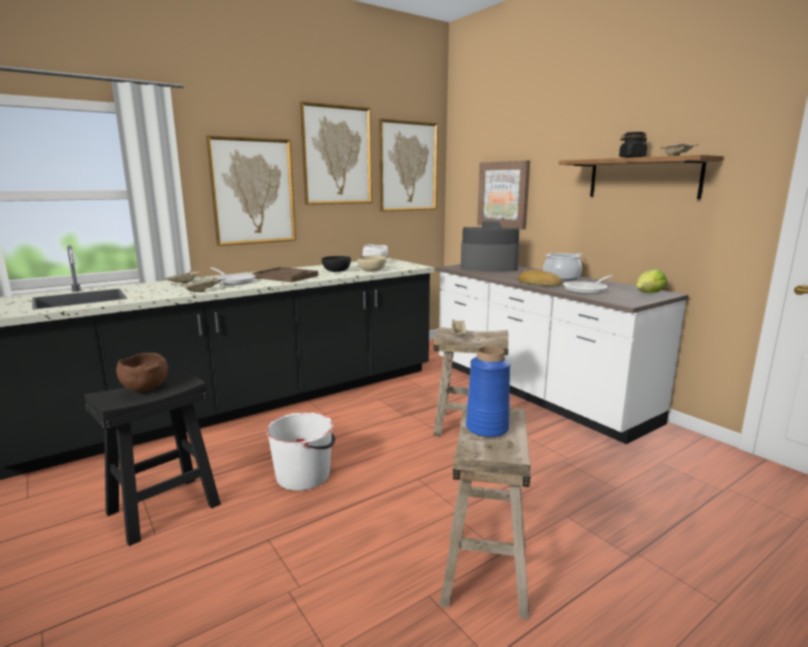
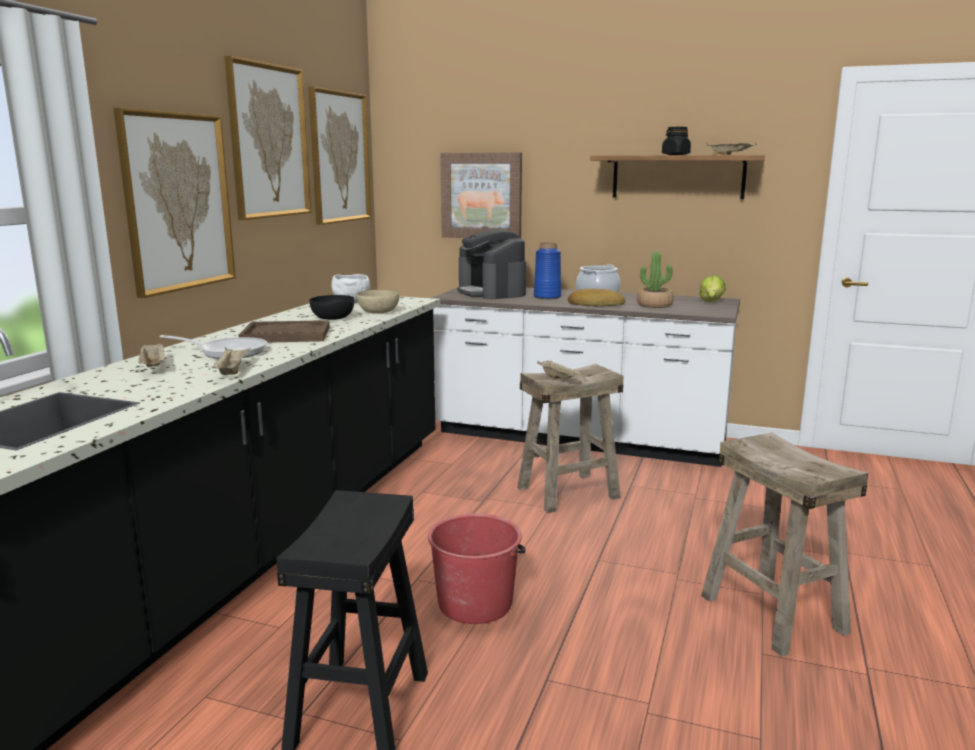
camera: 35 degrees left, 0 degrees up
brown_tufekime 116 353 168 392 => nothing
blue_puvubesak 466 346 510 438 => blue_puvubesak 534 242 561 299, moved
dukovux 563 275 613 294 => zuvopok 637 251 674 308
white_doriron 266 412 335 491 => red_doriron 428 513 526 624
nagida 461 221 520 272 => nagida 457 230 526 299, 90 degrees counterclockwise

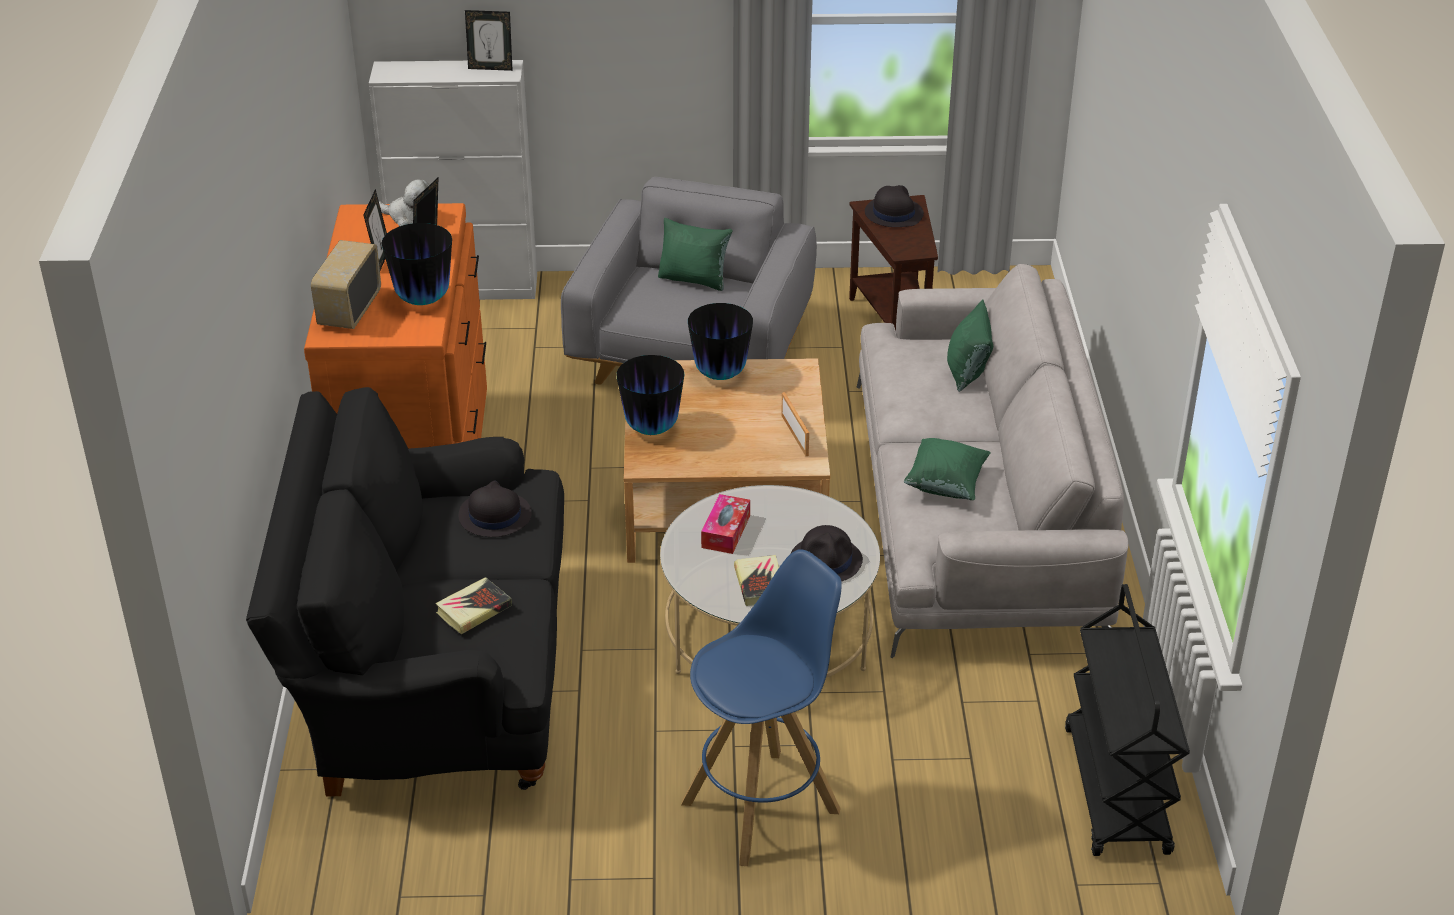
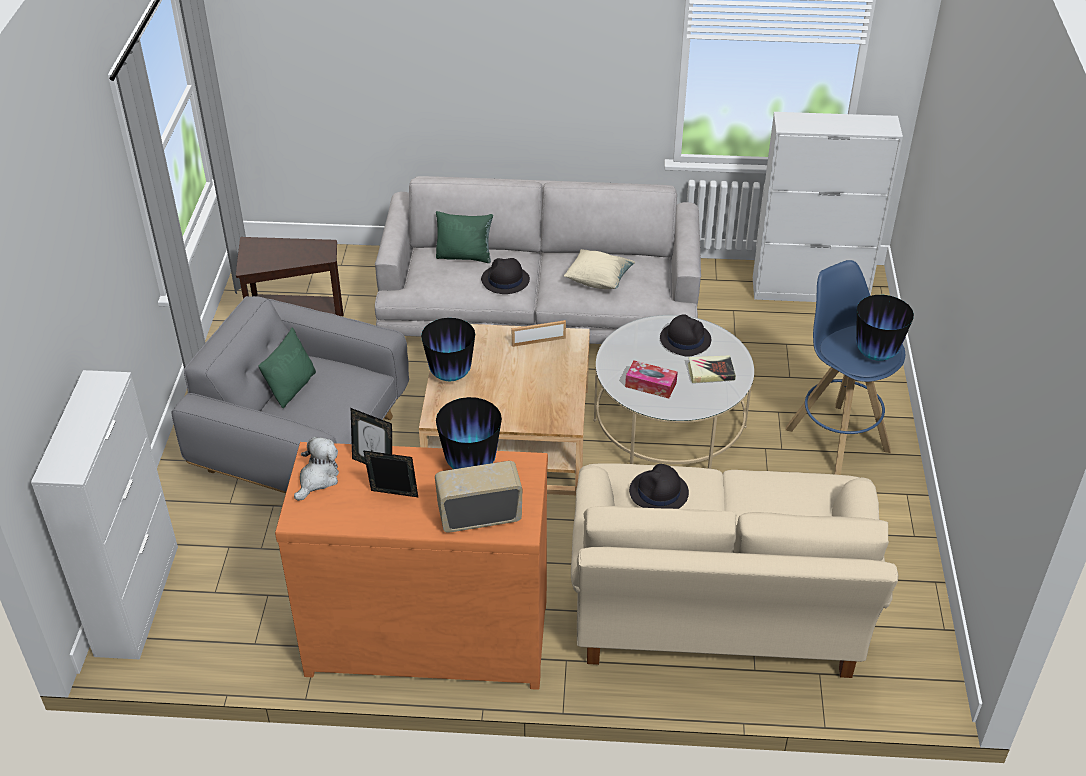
camera: 85 degrees left, 5 degrees up
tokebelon 435 577 512 634 => nothing
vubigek 465 10 513 71 => nothing
puvubesak 616 355 684 435 => puvubesak 856 295 914 361, moved
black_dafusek 865 185 924 227 => black_dafusek 481 258 530 294, moved
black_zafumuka 1065 584 1190 856 => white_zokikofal 753 112 903 302
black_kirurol 246 387 564 797 => beige_kirurol 571 463 899 678
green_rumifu 904 438 991 500 => beige_rumifu 564 249 635 289
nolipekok 311 240 381 329 => nolipekok 435 461 522 533, 150 degrees clockwise

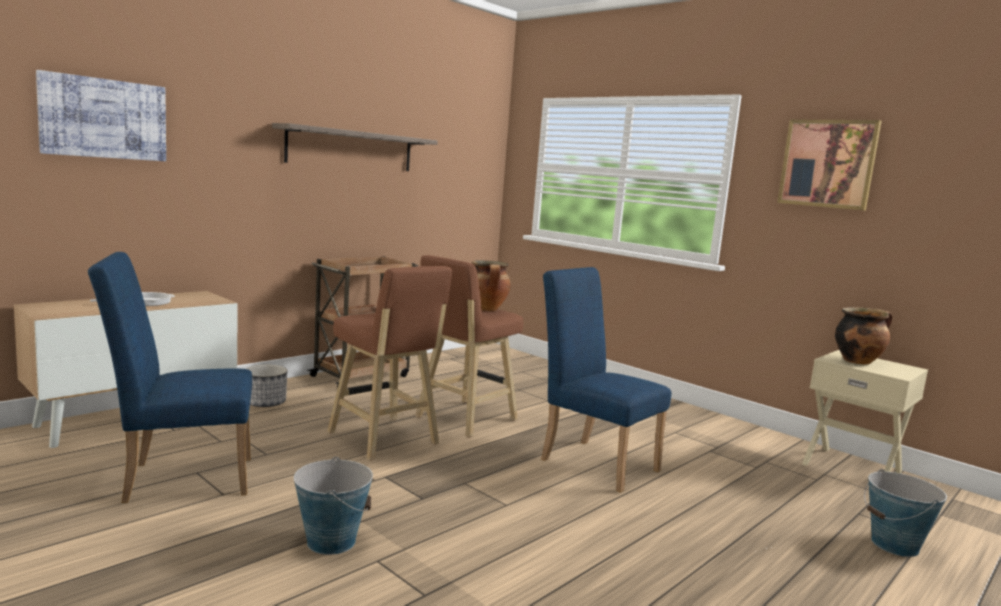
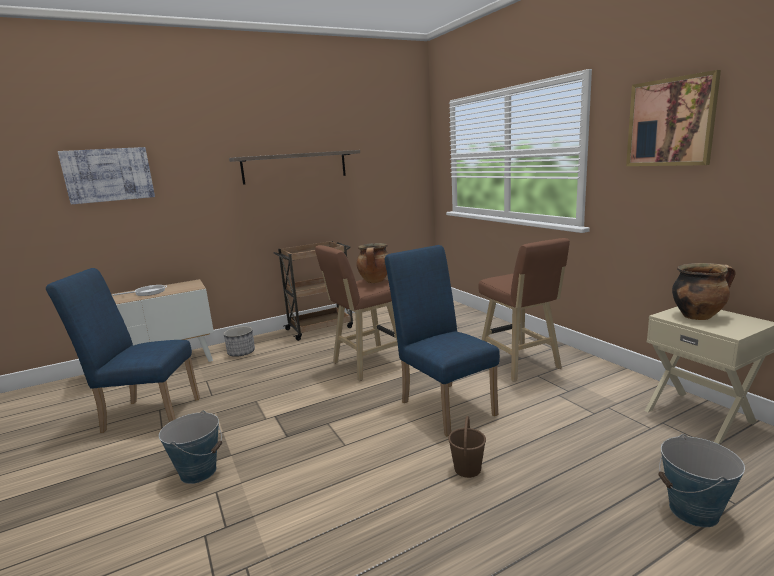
camera: 20 degrees right, 5 degrees up
nothing => brown_doriron 448 416 486 478
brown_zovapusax 327 266 452 461 => brown_zovapusax 478 238 570 382, moved

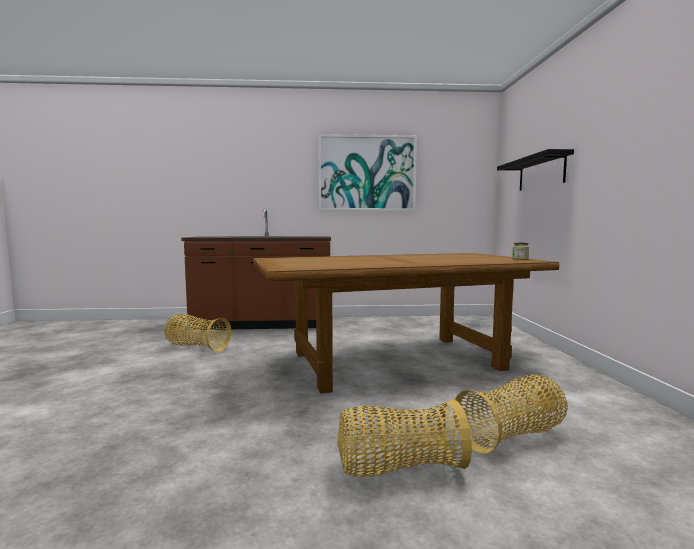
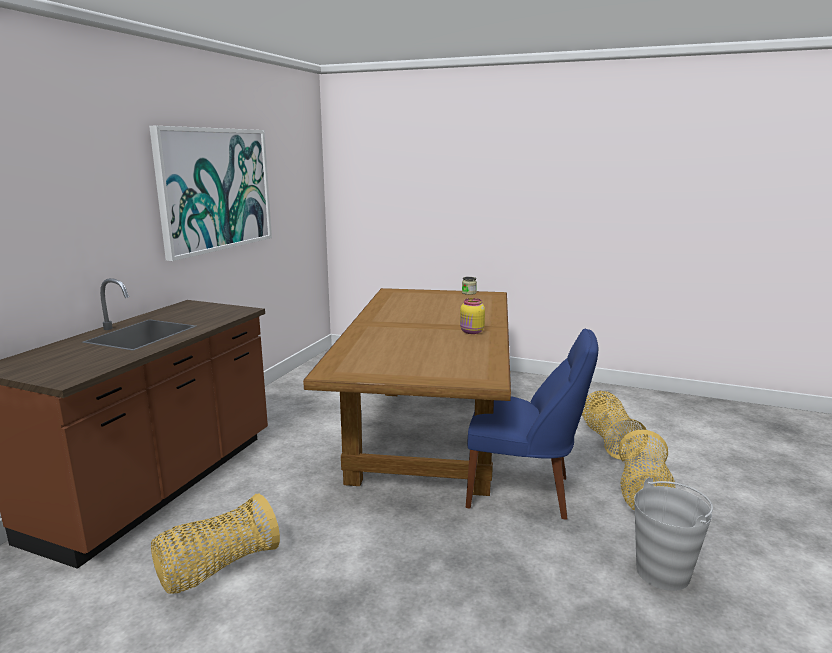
camera: 65 degrees left, 10 degrees up
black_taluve 497 149 574 191 => nothing
nothing => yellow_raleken 460 298 485 334
nothing => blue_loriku 466 329 598 520
nothing => grey_doriron 634 478 713 591

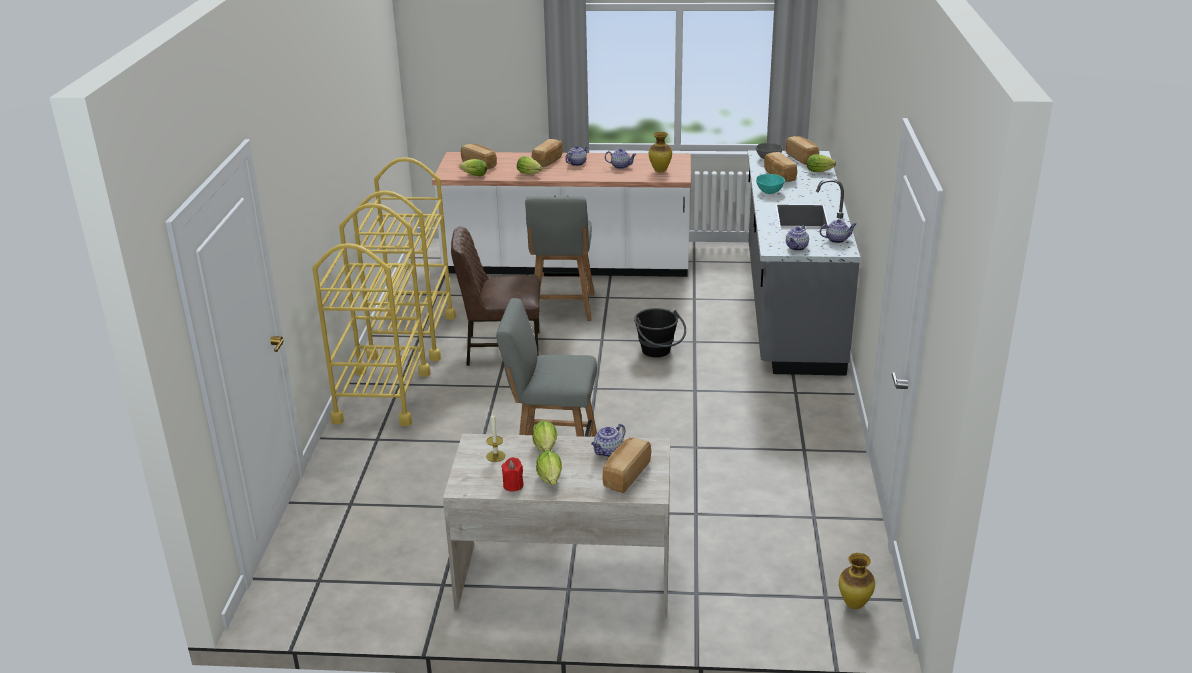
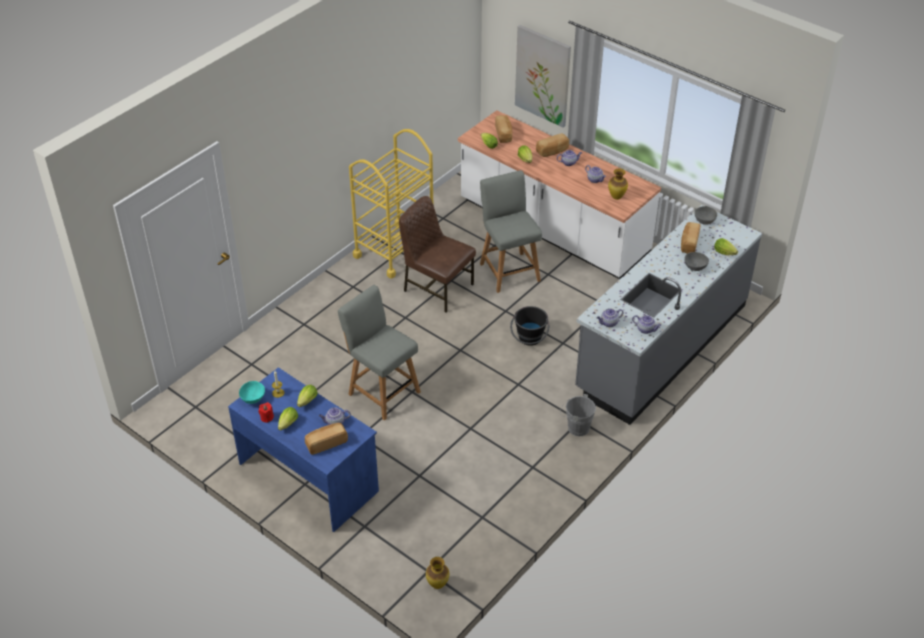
camera: 35 degrees right, 15 degrees up
yellow_zafumuka 312 203 431 426 => nothing
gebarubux 786 136 819 165 => nothing
nothing => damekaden 515 25 571 128
nothing => grey_doriron 560 394 596 436
nothing => grey_tufekime 684 252 709 271
turquoise_tufekime 756 174 785 194 => turquoise_tufekime 239 381 265 404, moved
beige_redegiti 443 434 670 619 => blue_redegiti 228 367 379 532
grey_loriku 525 196 594 321 => grey_loriku 480 170 542 293, 120 degrees clockwise

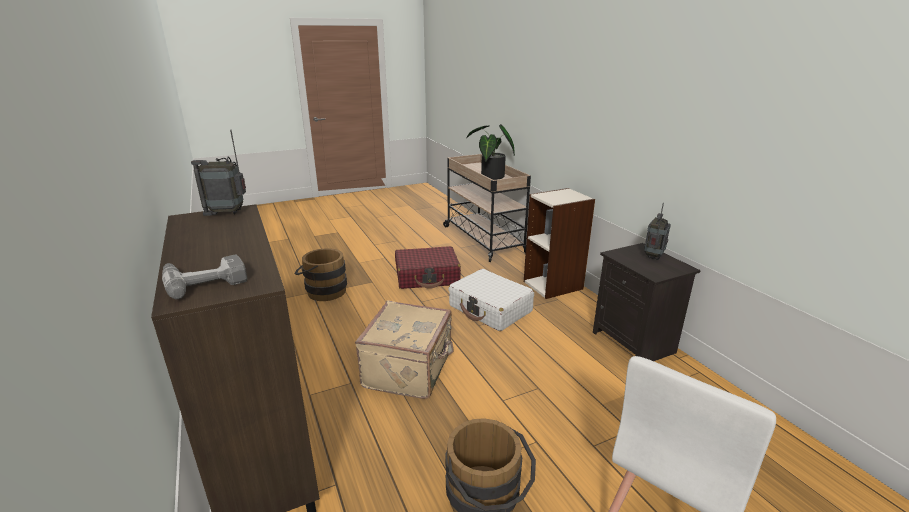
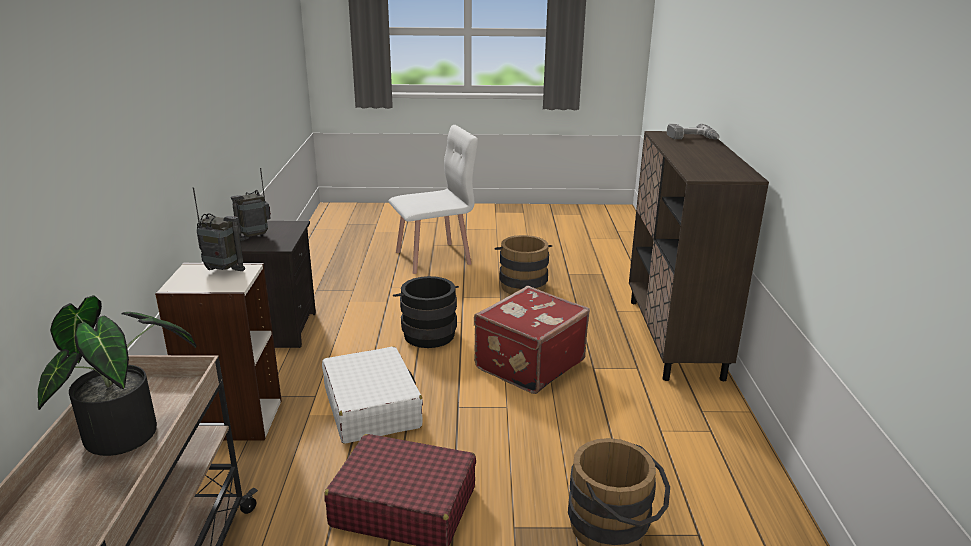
camera: 155 degrees left, 0 degrees up
nothing => black_doriron 393 276 459 348
nolipekok 191 130 246 216 => nolipekok 193 187 245 271, moved
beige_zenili 355 301 454 399 => red_zenili 474 286 590 394

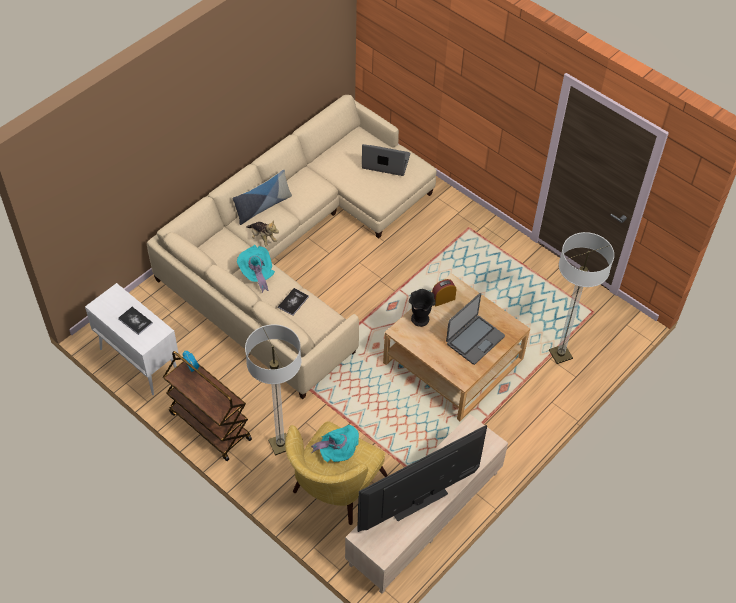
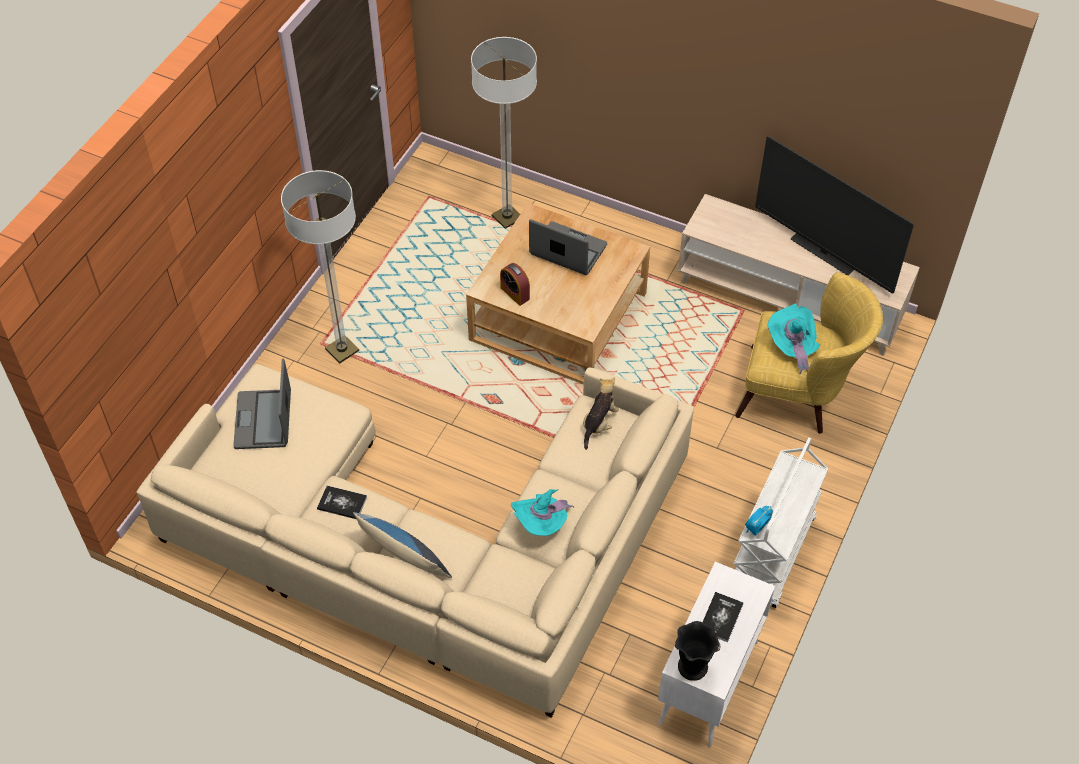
camera: 105 degrees left, 0 degrees up
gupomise 245 324 301 456 => gupomise 281 170 359 363, moved
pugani 246 221 279 247 => pugani 583 377 619 450, moved
tokebelon 278 288 309 316 => tokebelon 317 486 367 519, moved
black_puvubesak 409 289 436 327 => black_puvubesak 675 621 720 681, moved
brown_zafumuka 163 351 252 461 => white_zafumuka 734 437 828 608

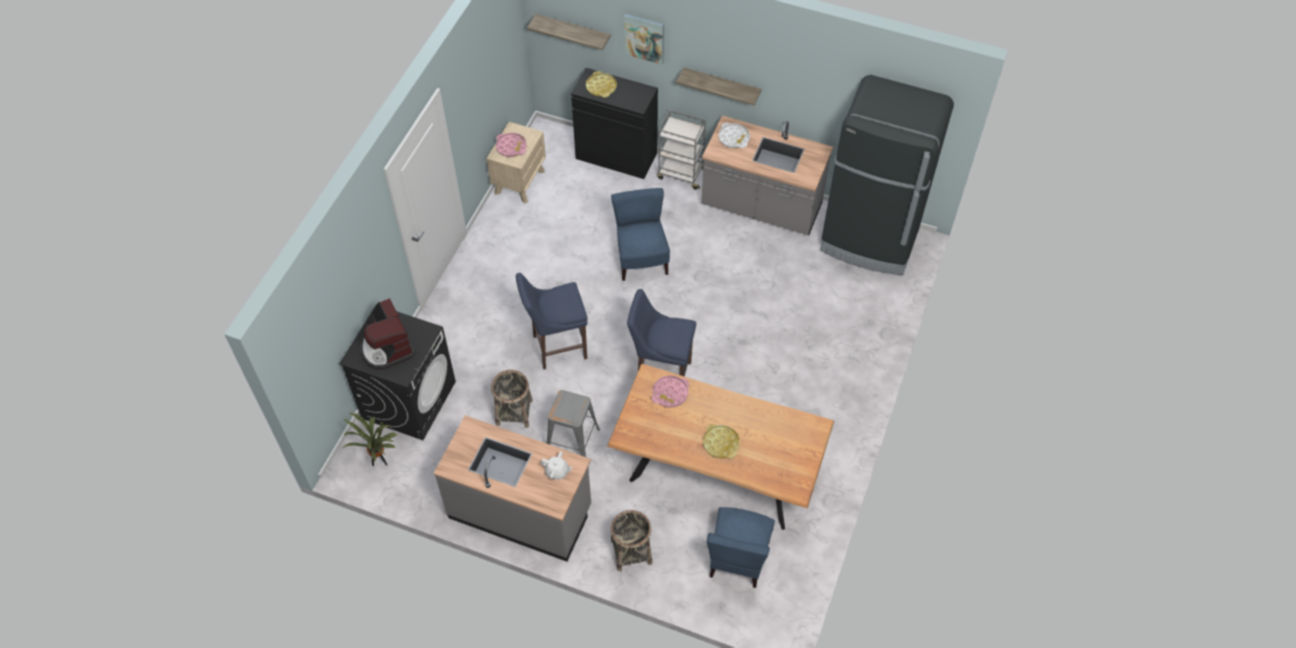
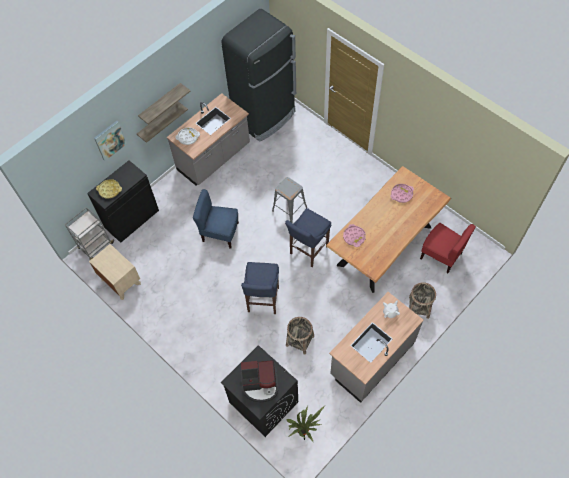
camera: 65 degrees left, 5 degrees up
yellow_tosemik 703 424 740 459 => nothing
pink_tosemik 496 133 527 157 => pink_tosemik 390 184 414 203, moved
taluve 527 14 611 50 => taluve 138 83 190 124, moved
grey_zovapusax 547 390 600 457 => grey_zovapusax 272 177 307 223, moved
grey_zafumuka 657 110 706 190 => grey_zafumuka 65 207 115 260, moved
blue_loriku 707 507 775 588 => red_loriku 420 223 476 273

